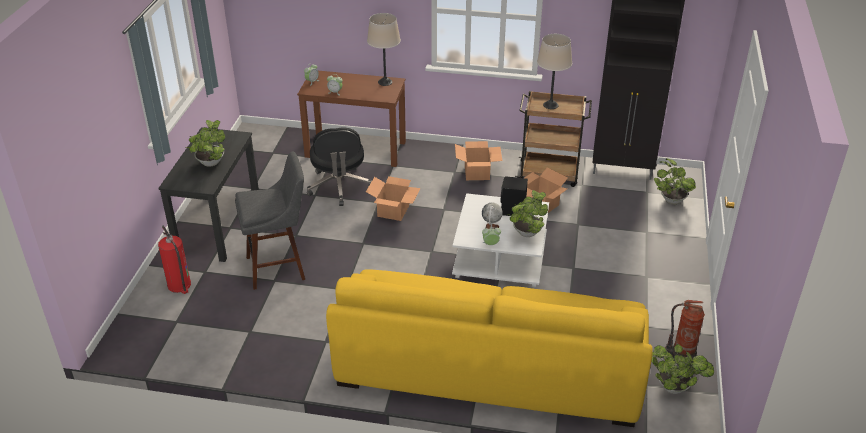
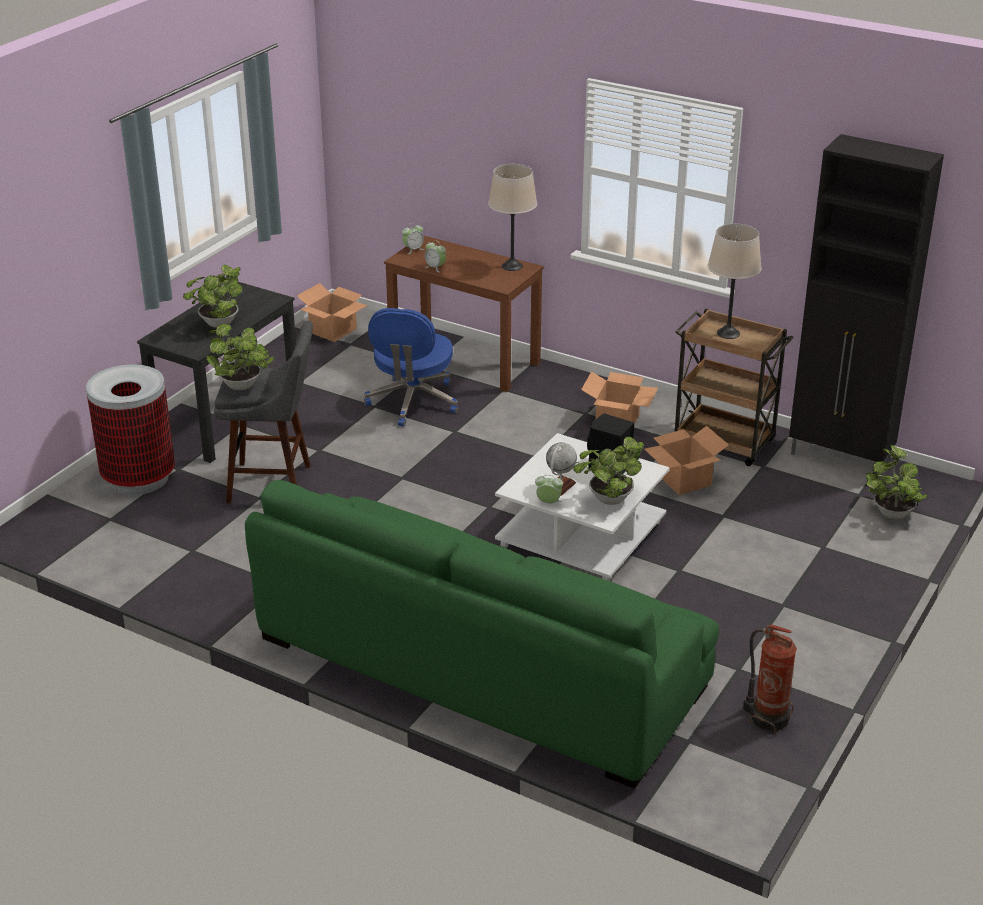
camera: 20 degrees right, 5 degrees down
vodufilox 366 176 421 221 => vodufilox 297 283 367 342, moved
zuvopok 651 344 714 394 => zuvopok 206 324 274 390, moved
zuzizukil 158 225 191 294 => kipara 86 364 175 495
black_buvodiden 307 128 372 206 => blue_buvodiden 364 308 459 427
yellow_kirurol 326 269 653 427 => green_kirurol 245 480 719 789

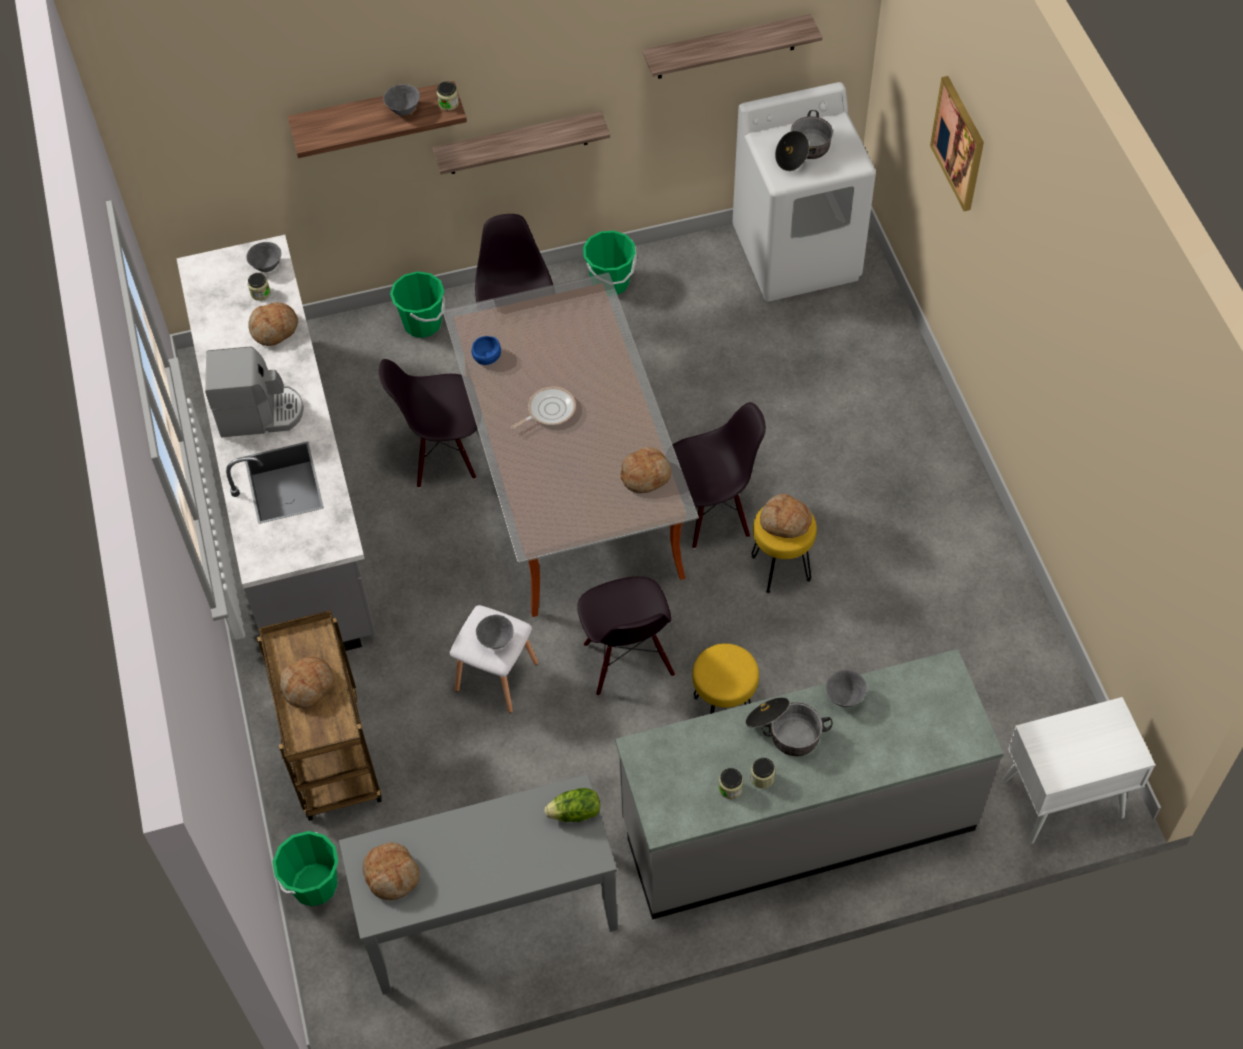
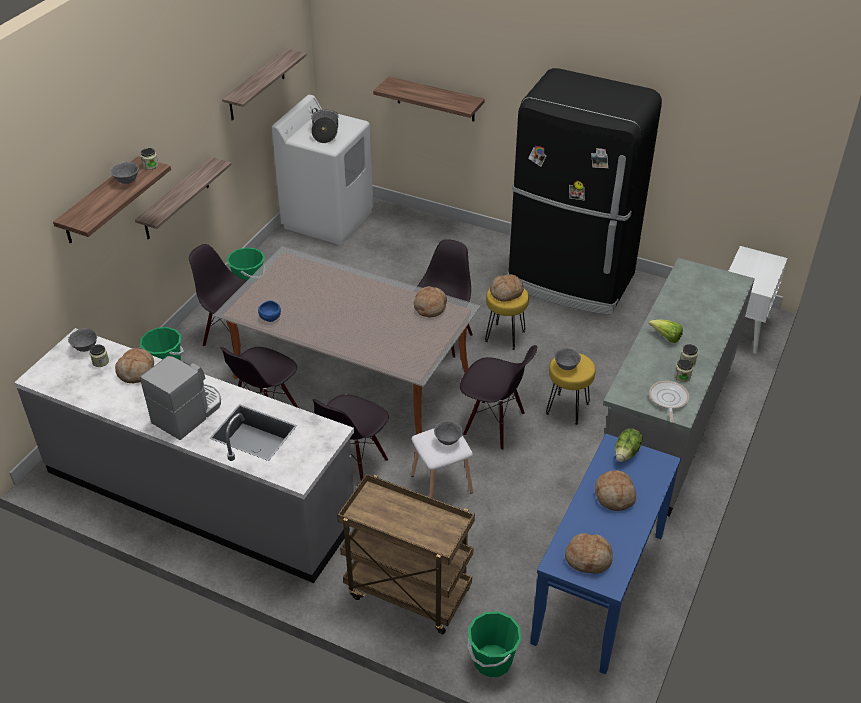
camera: 50 degrees left, 15 degrees down
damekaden 930 76 984 211 => nothing
nothing => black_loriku 313 394 389 481
nothing => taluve 373 77 485 121
nothing => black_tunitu 506 68 662 315
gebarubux 279 656 334 709 => gebarubux 595 470 636 511, moved
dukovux 511 386 576 429 => dukovux 649 381 689 423, moved
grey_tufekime 826 670 867 707 => grey_tufekime 554 348 581 370, moved
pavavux 745 697 833 756 => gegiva 649 319 683 343
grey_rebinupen 339 774 618 995 => blue_rebinupen 530 434 681 674

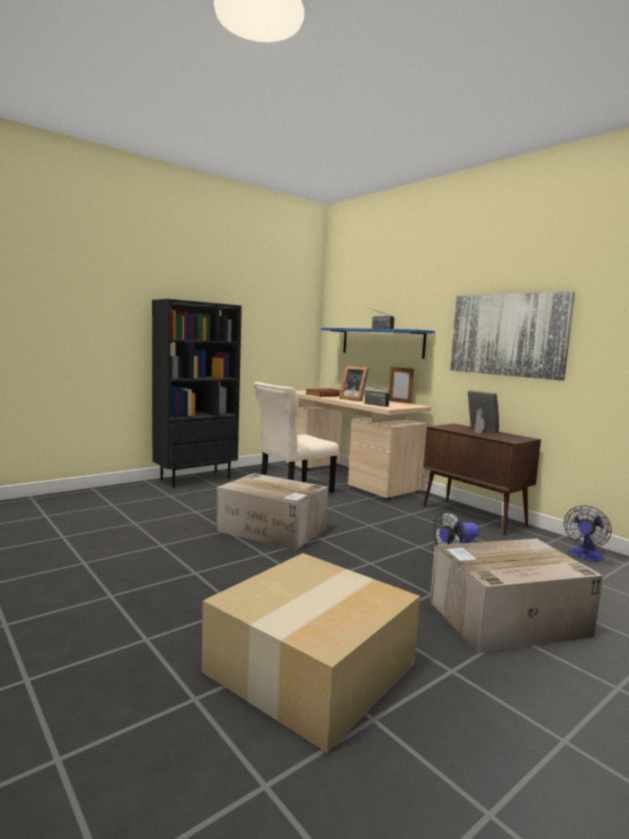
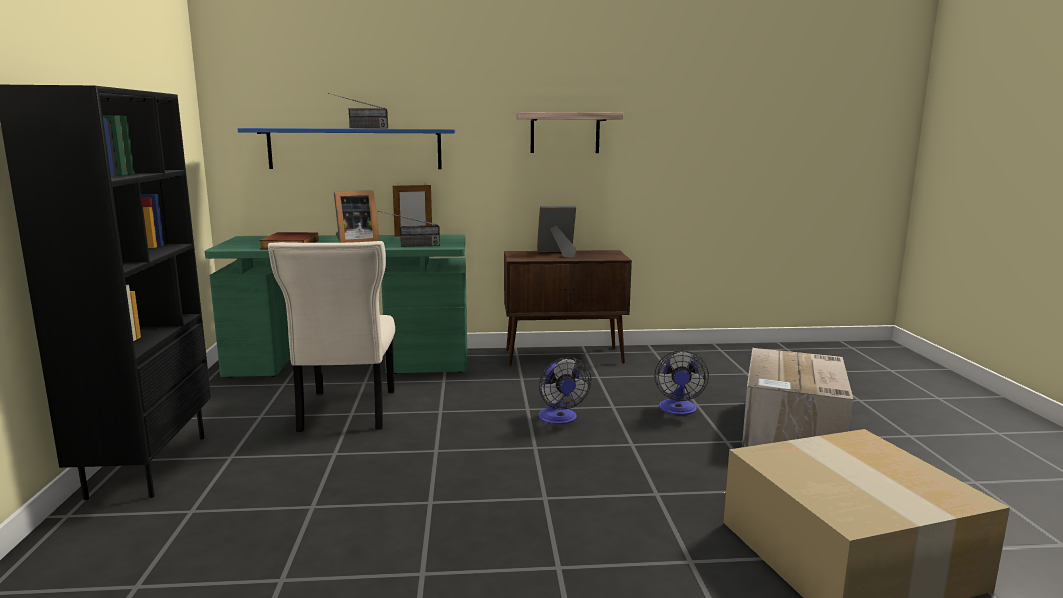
camera: 55 degrees left, 5 degrees up
vodufilox 216 473 328 551 => nothing
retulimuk 564 505 611 561 => retulimuk 538 357 591 424, moved
damekaden 450 291 575 381 => taluve 516 112 623 153
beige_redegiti 286 391 431 499 => green_redegiti 205 234 467 378

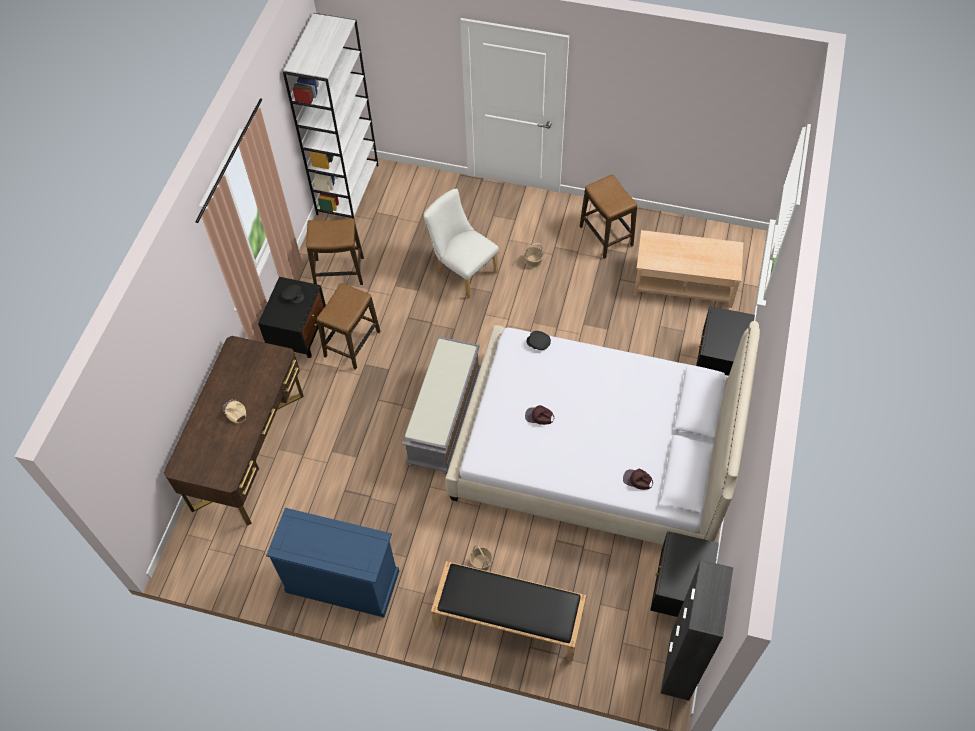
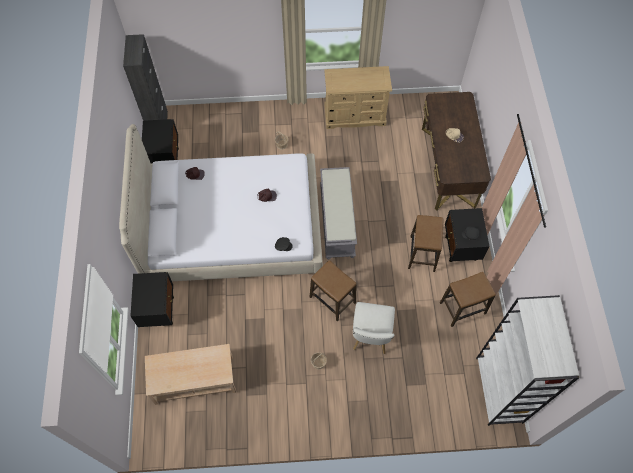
camera: 160 degrees right, 5 degrees up
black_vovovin 431 561 586 661 => nothing
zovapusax 580 174 637 259 => zovapusax 310 260 356 322, moved
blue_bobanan 266 508 399 617 => beige_bobanan 324 66 392 129
white_loriku 424 189 499 299 => white_loriku 353 302 395 354, 75 degrees clockwise

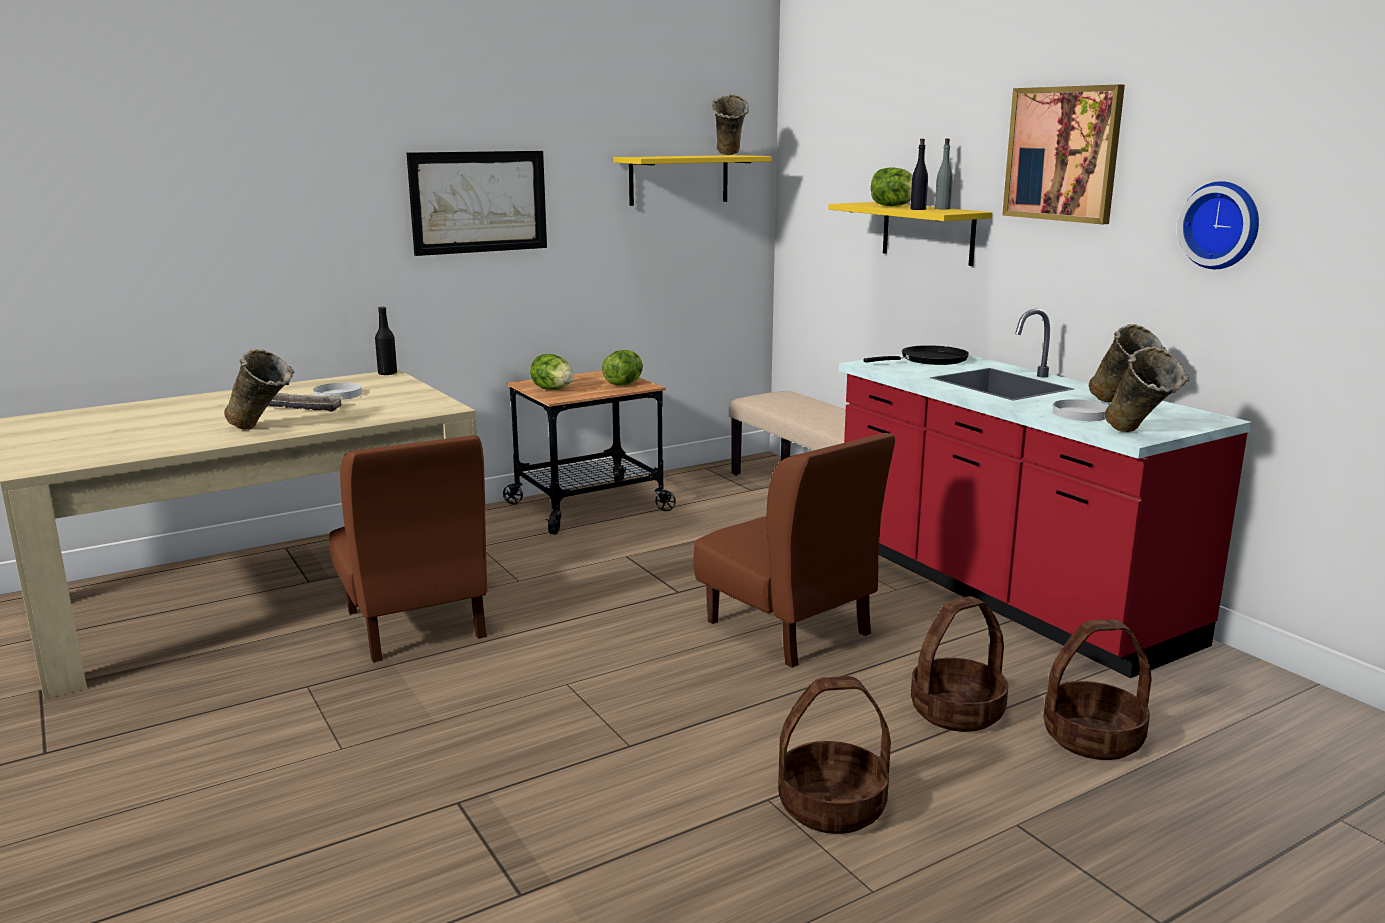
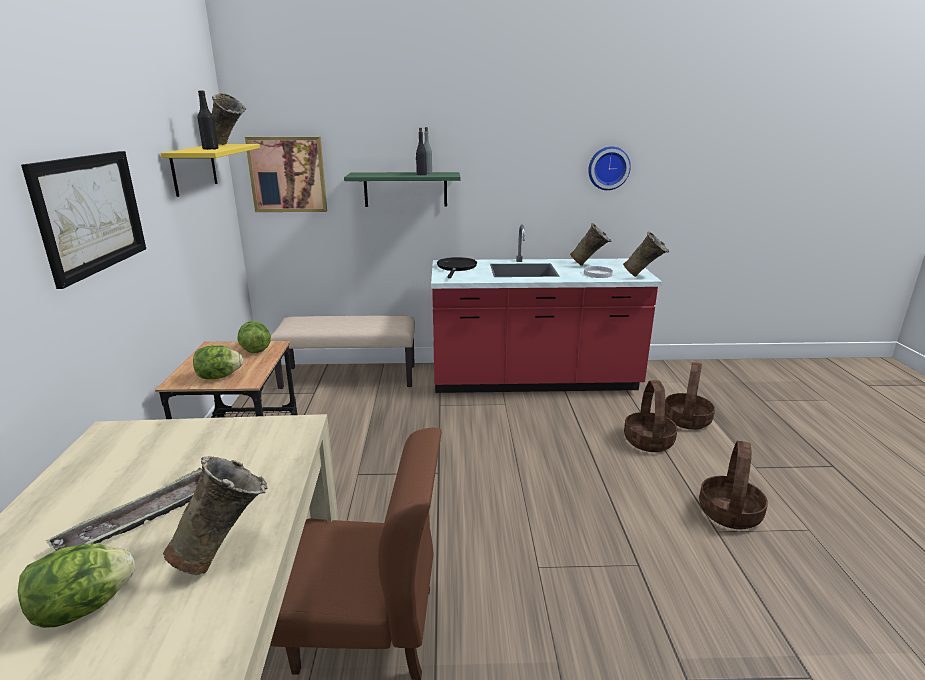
camera: 60 degrees left, 5 degrees up
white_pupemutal 313 383 362 400 => nothing
brown_loriku 693 433 895 668 => nothing
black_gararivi 375 307 397 375 => black_gararivi 197 91 219 150, moved
gegiva 871 167 913 206 => gegiva 18 543 135 628, moved
damekaden 1002 84 1125 224 => damekaden 245 137 327 212, moved
yellow_taluve 828 202 992 266 => green_taluve 344 172 460 207

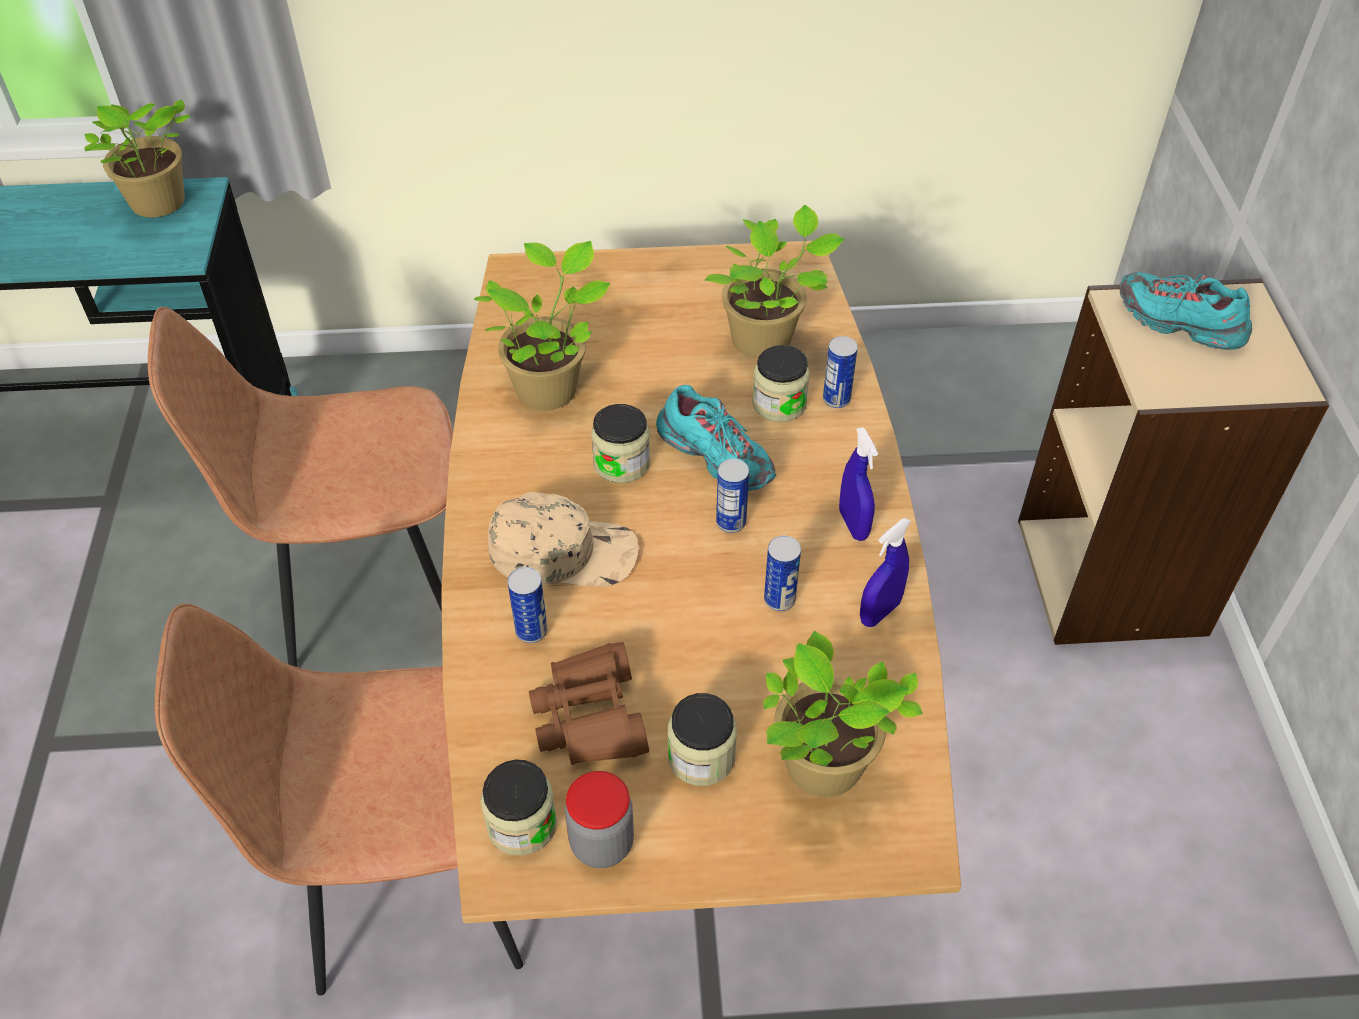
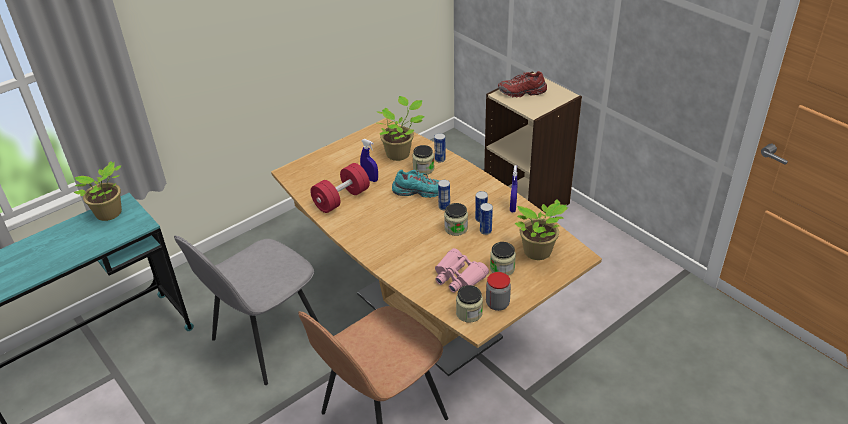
camera: 35 degrees left, 10 degrees down
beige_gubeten 488 492 639 587 => nothing
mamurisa 508 567 548 643 => mamurisa 480 203 493 235, moved
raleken 591 404 650 483 => raleken 444 203 468 236, moved
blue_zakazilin 839 427 878 541 => blue_zakazilin 360 139 378 182, moved
zuvopok 474 241 611 410 => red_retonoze 310 163 370 213
brown_loriku 148 307 453 667 => grey_loriku 174 236 319 385
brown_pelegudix 529 642 649 765 => pink_pelegudix 435 248 489 293
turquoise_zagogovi 1119 272 1252 350 => red_zagogovi 498 71 547 97

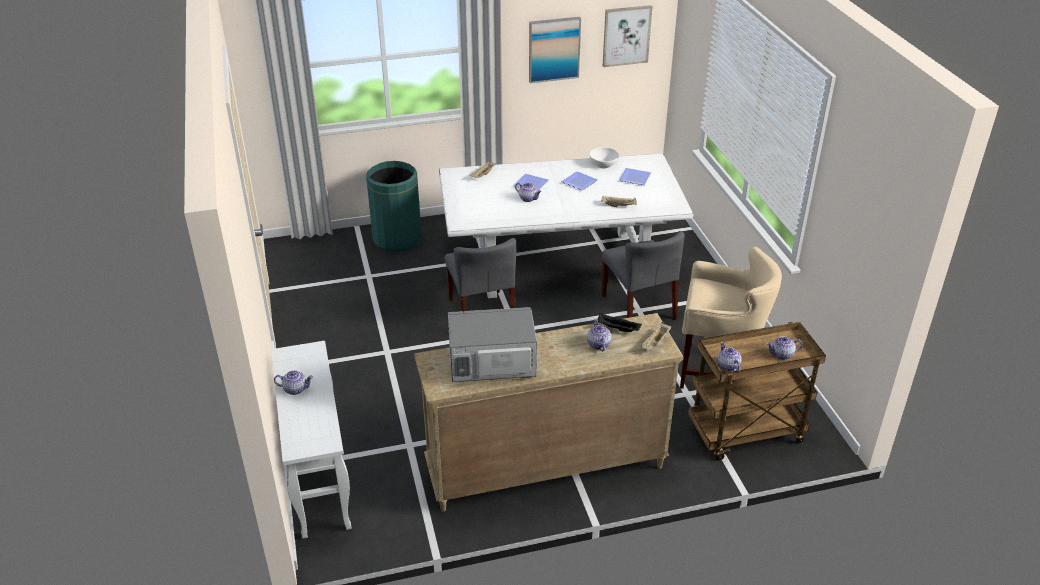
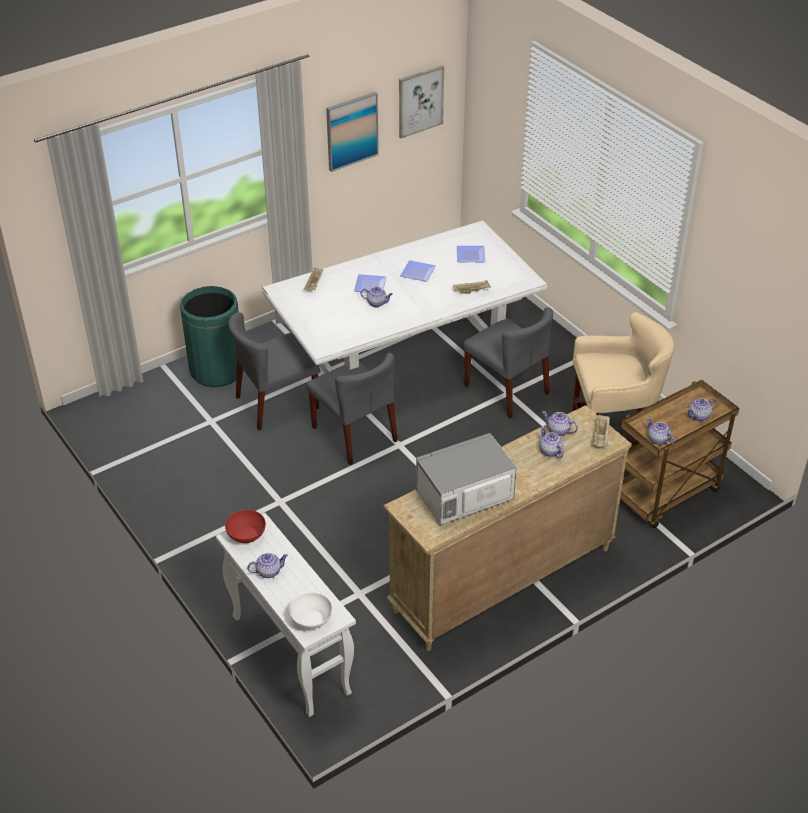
camera: 20 degrees left, 5 degrees up
nothing => red_tufekime 225 510 266 543
nothing => grey_loriku 228 312 320 430
white_tufekime 590 147 619 168 => white_tufekime 289 592 332 629, moved
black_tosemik 598 314 642 332 => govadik 542 411 578 436

